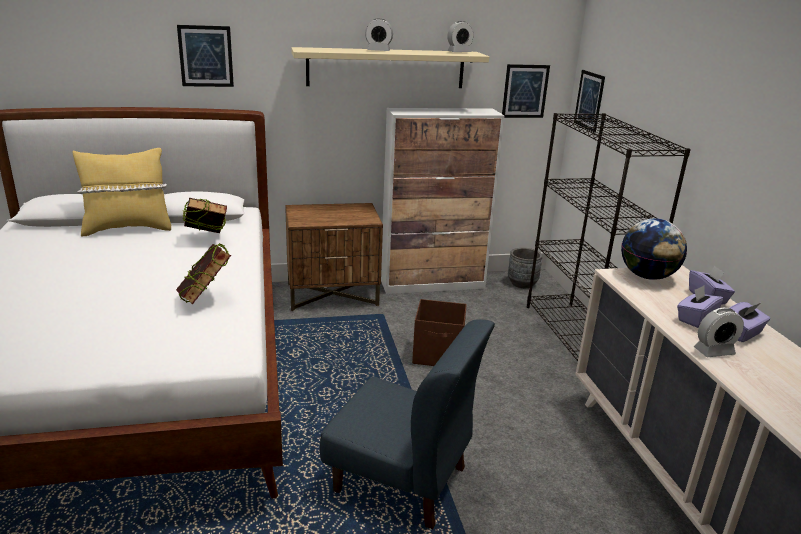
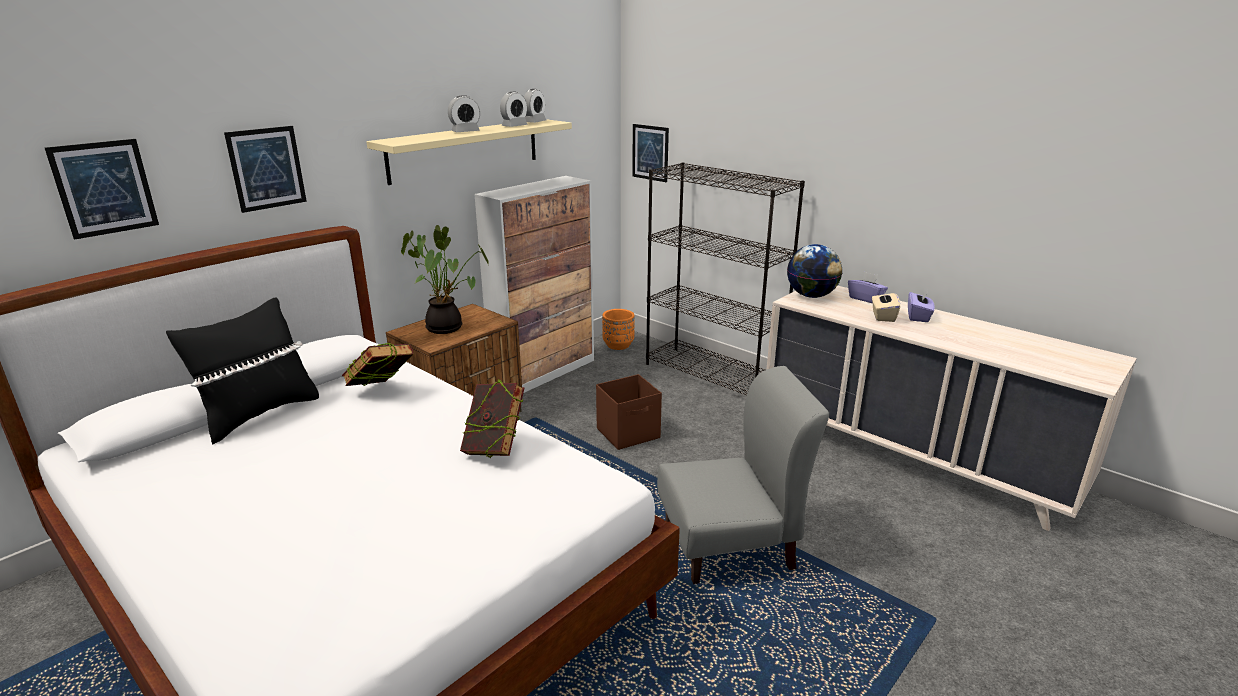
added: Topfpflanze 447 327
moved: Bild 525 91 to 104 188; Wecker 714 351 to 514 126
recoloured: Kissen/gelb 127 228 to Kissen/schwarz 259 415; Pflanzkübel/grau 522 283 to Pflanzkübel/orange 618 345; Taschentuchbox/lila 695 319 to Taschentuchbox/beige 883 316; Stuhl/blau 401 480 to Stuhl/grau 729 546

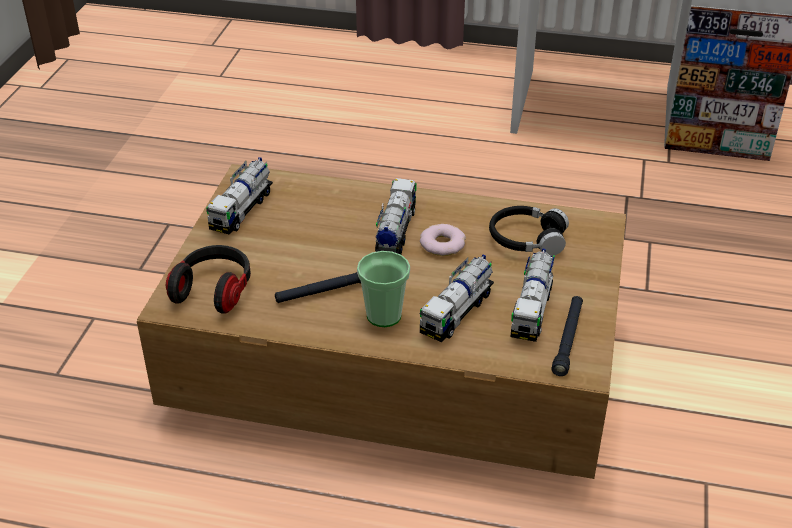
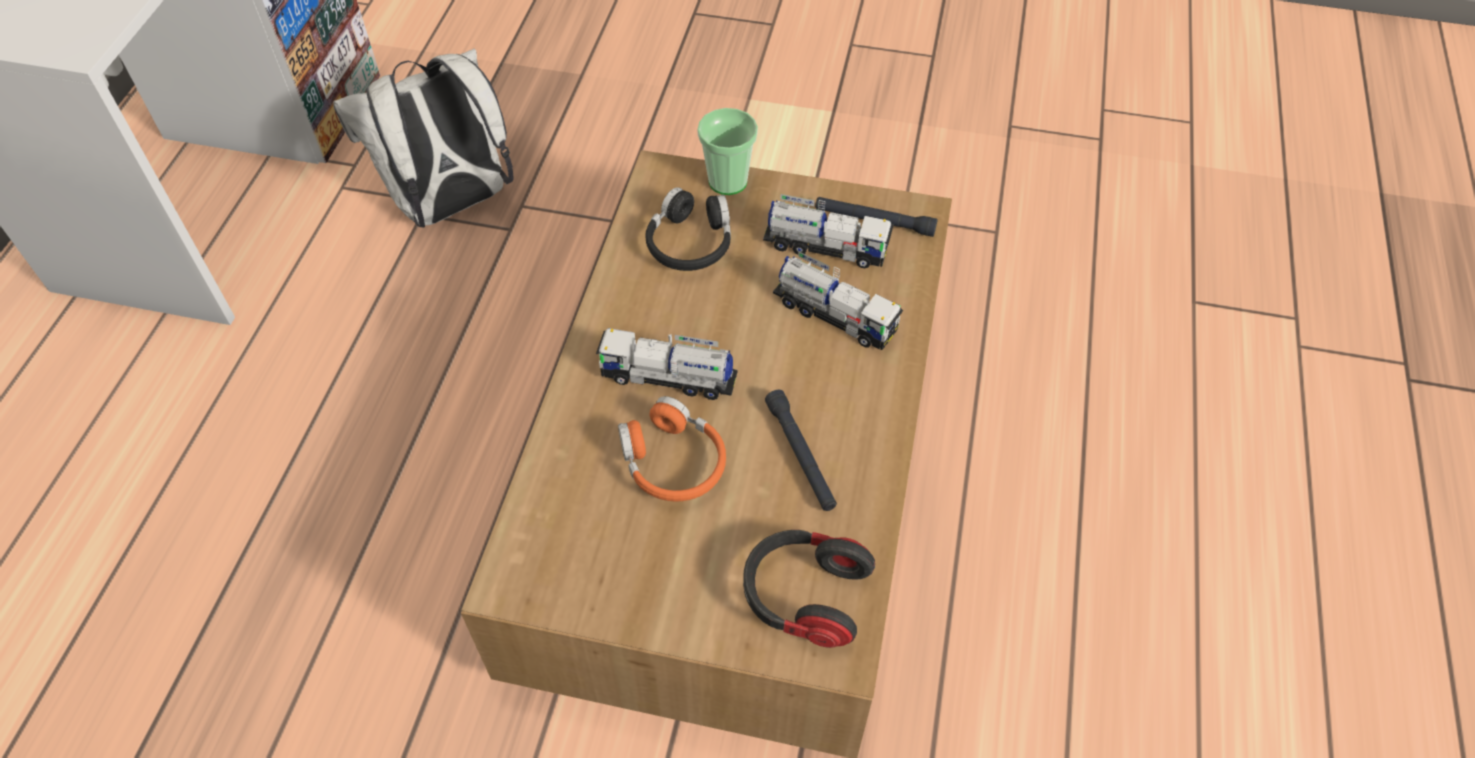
removed: Spielzeuglaster 242 210; Donut 442 244
added: Rucksack/weiß 451 206; Kopfhörer/orange 673 462
moved: Tasse 384 315 to 728 181

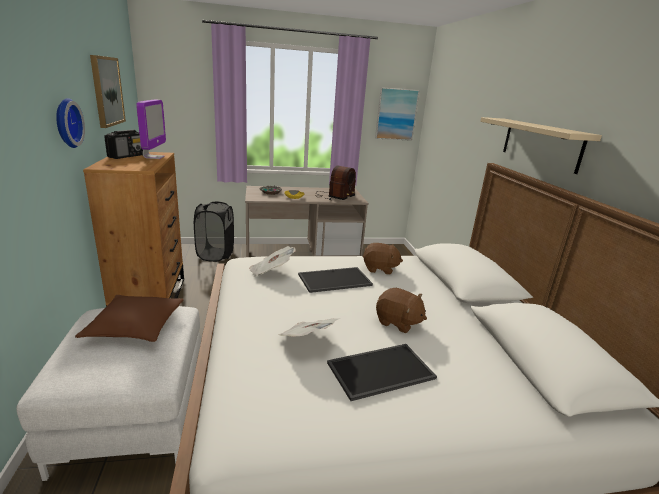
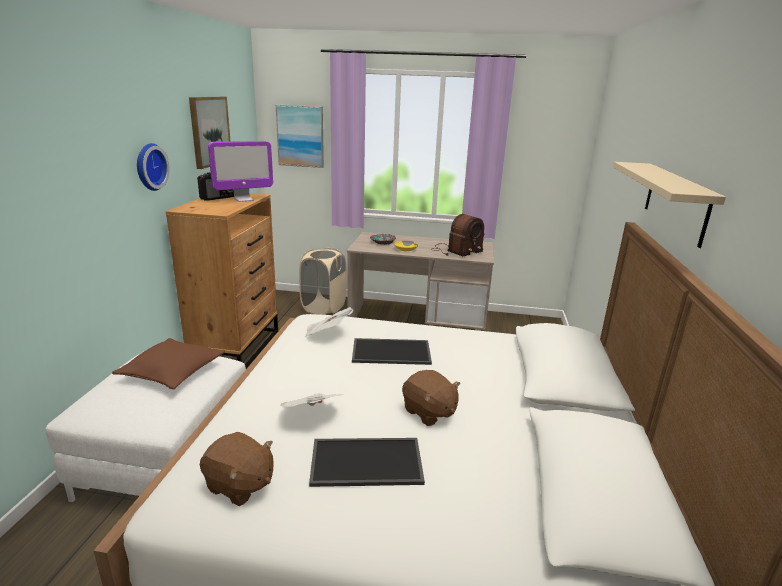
moved: Bild 396 114 to 300 136; Plüschtier/braun 380 269 to 239 485
recoloured: Wäschekorb/schwarz 215 255 to Wäschekorb/beige 323 307
turned: Monitor 154 157 = 244 199 45 degrees clockwise

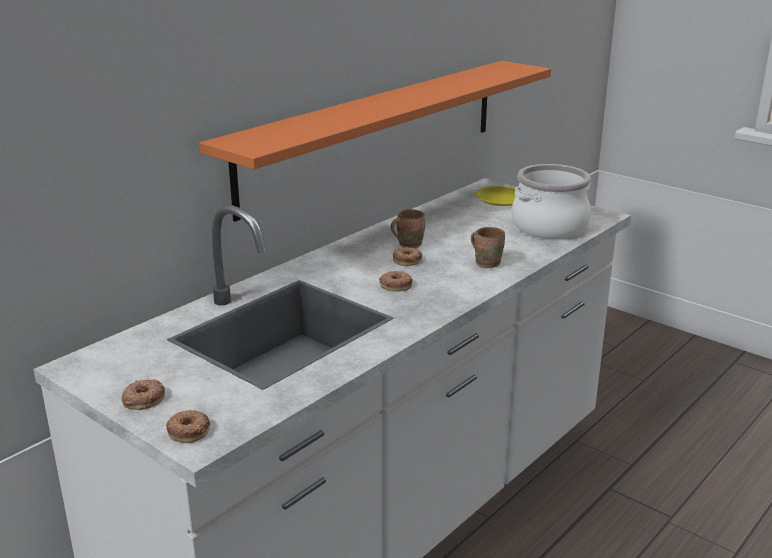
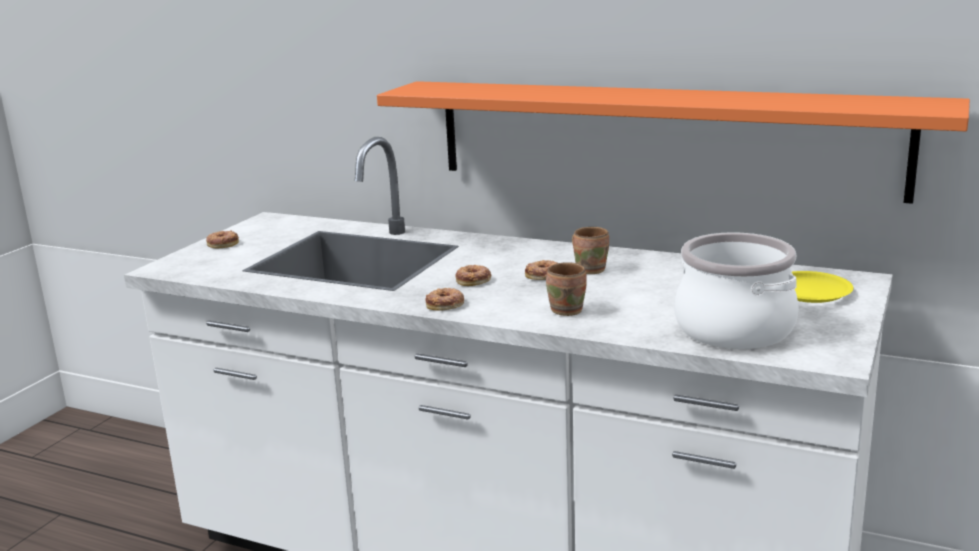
moved: Donut 189 430 to 445 304

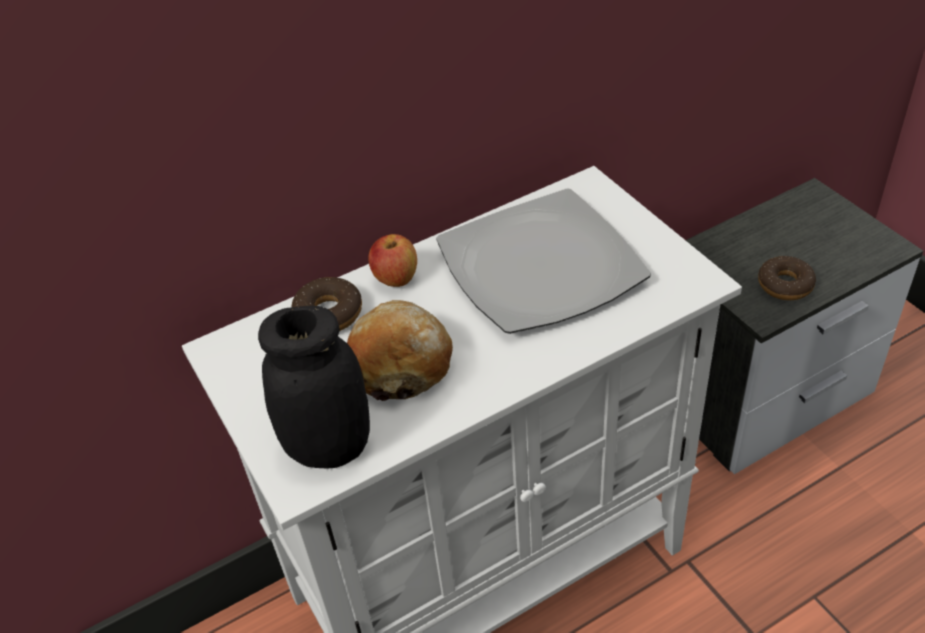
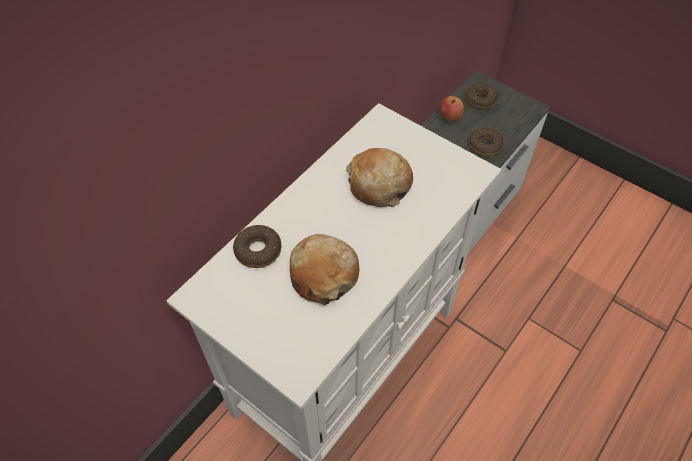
removed: Vorratsglas/schwarz 329 447
added: Donut 480 100
moved: Apfel 395 279 to 449 117
replaced: Teller 539 268 to Brot 379 184

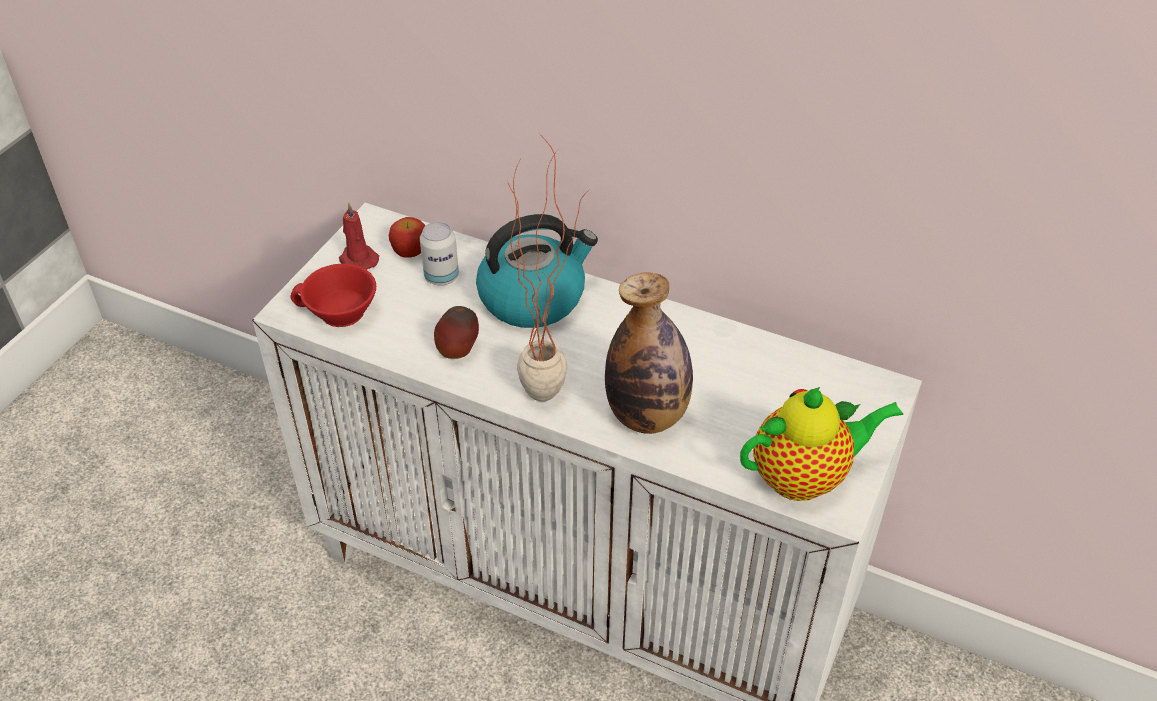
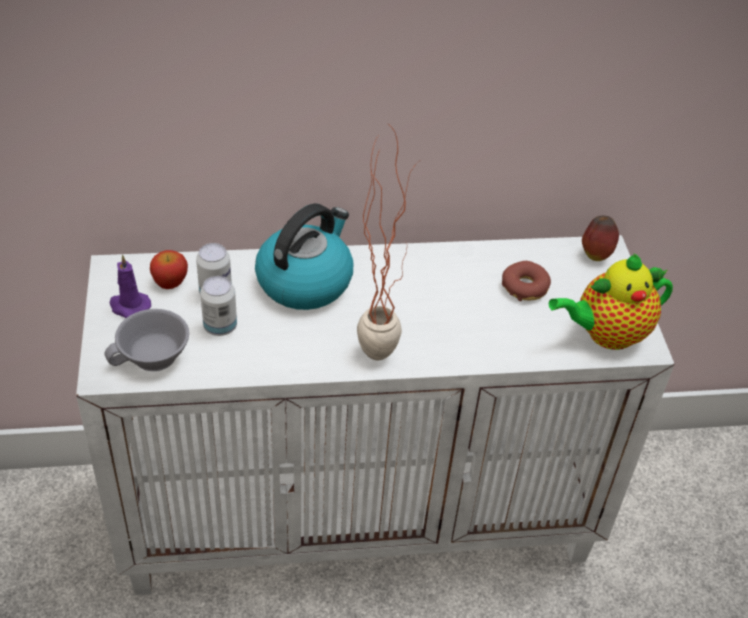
removed: Flasche 647 415
added: Donut 525 287; Dose 220 327
moved: Apfel 458 351 to 596 254
recoloured: Kerze/rot 357 259 to Kerze/lila 129 306; Tasse/rot 339 314 to Tasse/grau 153 358
turned: Teekanne 805 477 = 606 334 150 degrees counterclockwise

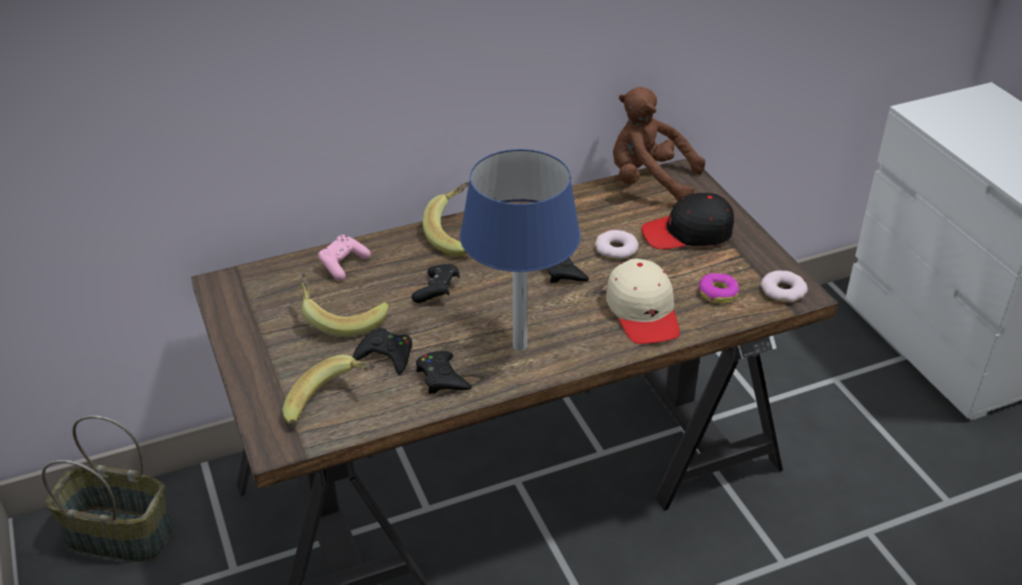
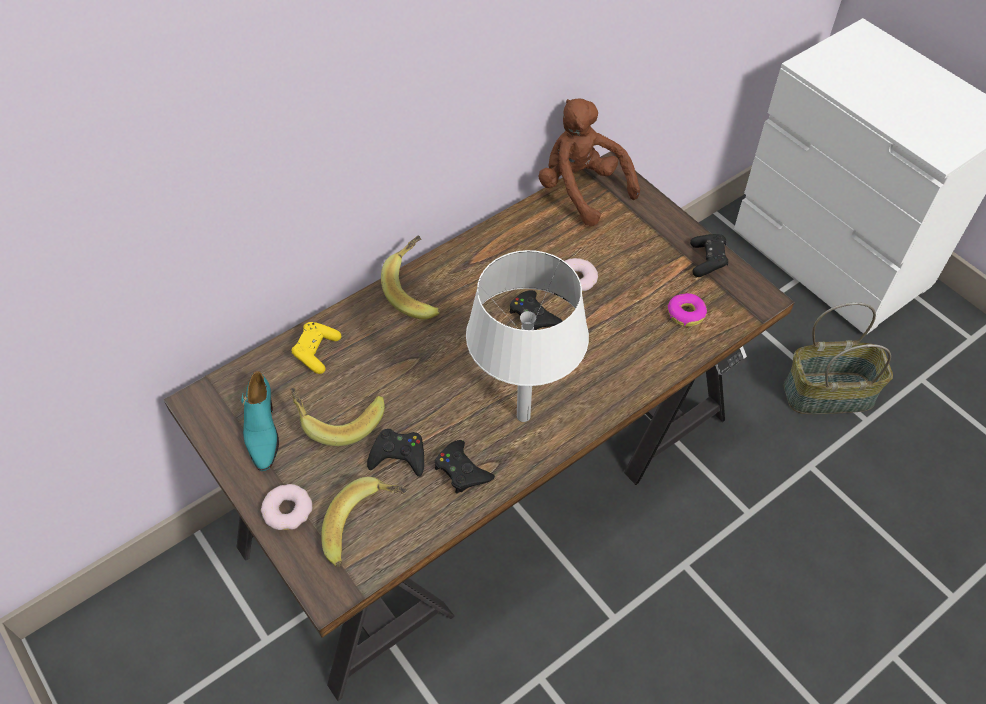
removed: Kappe/schwarz 688 233; Kappe/beige 643 312
added: Schuh/türkis 262 430
moved: Gamepad/schwarz 437 291 to 707 261; Donut 783 291 to 288 510; Korb 121 534 to 828 393
recoloured: Tischlampe/blau 520 346 to Tischlampe/weiß 523 415; Gamepad/rosa 343 265 to Gamepad/gelb 316 352
turned: Plüschtier/braun 649 182 = 581 190 45 degrees clockwise

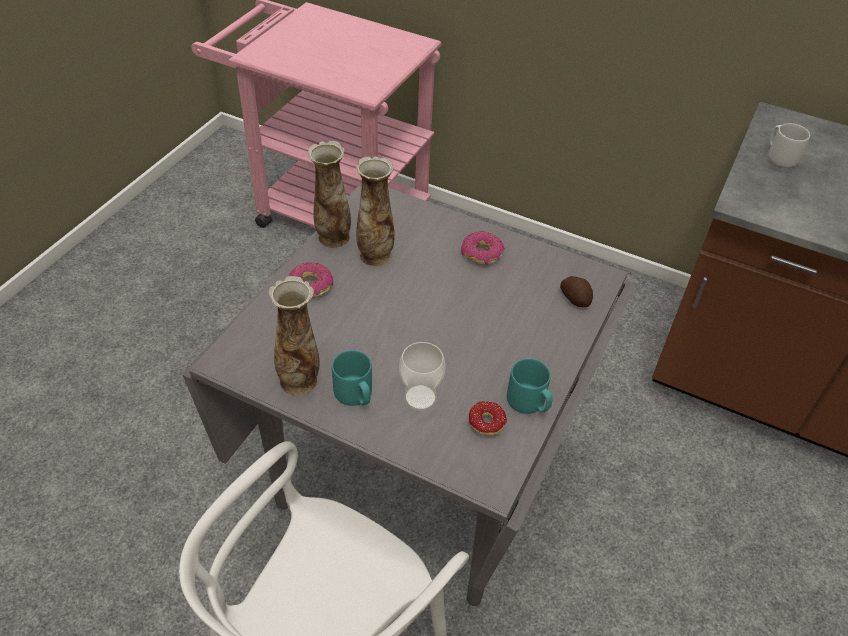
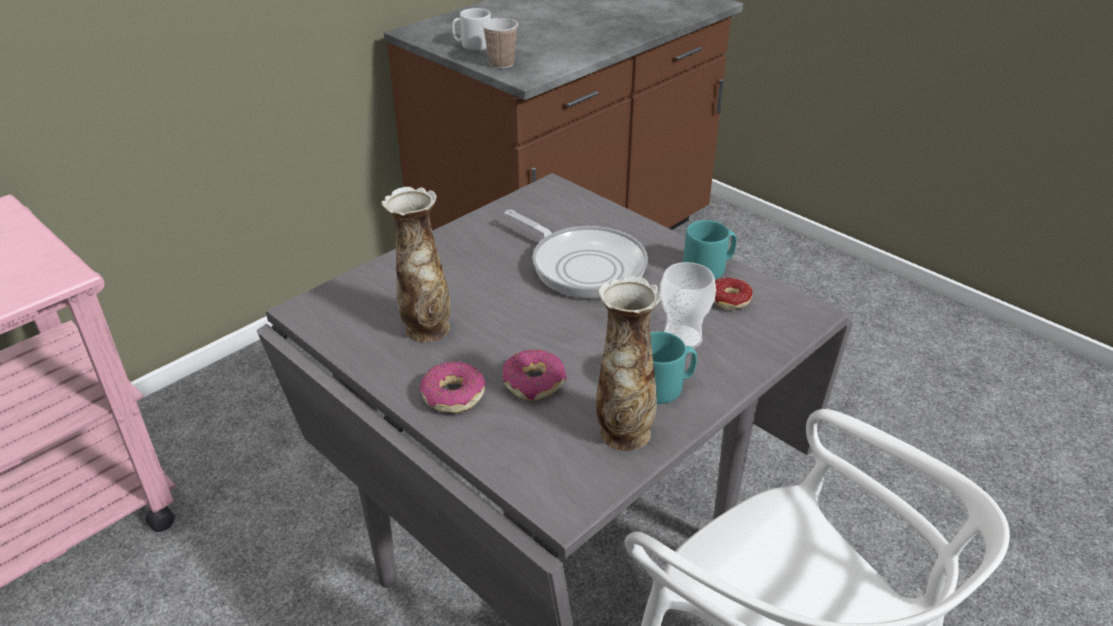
removed: Vase 332 238; Kartoffel 575 298
added: Tasse 501 64; Pfanne 583 265
moved: Donut 482 254 to 534 383

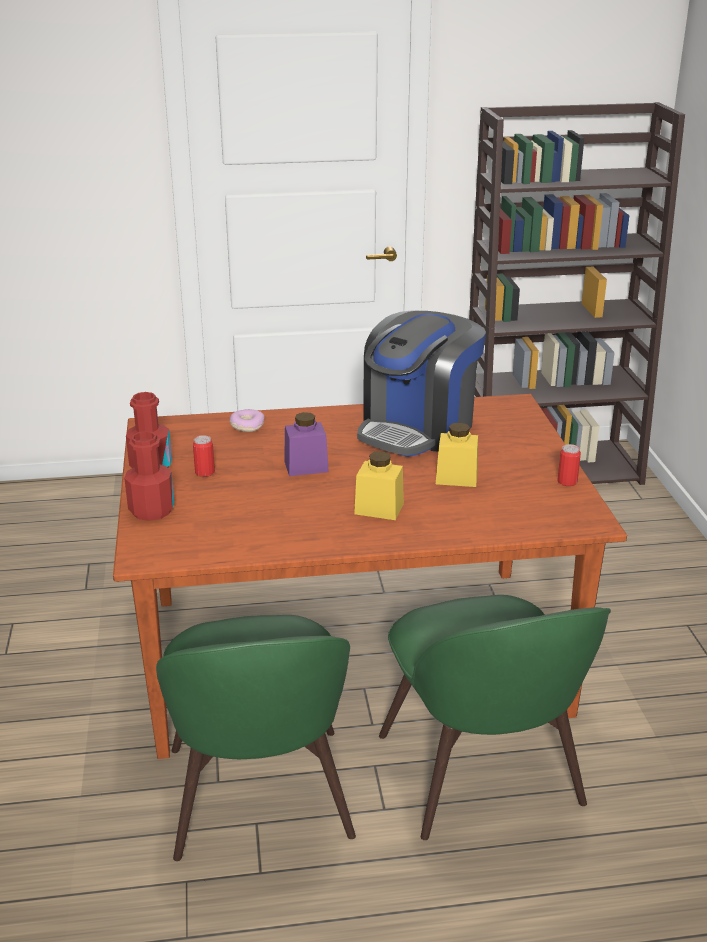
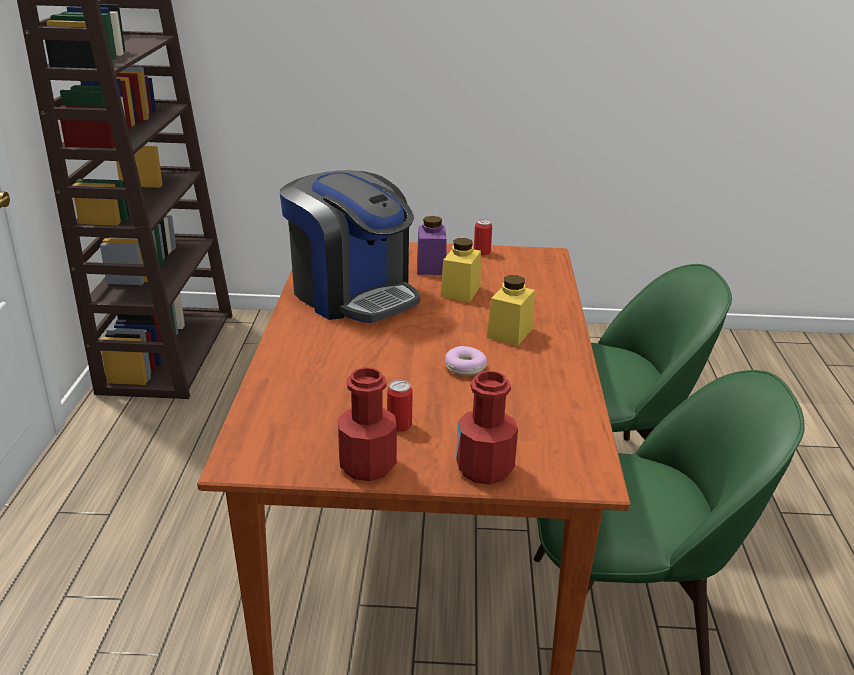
moved: Donut 247 426 to 465 368; Vorratsglas/lila 306 466 to 431 267

